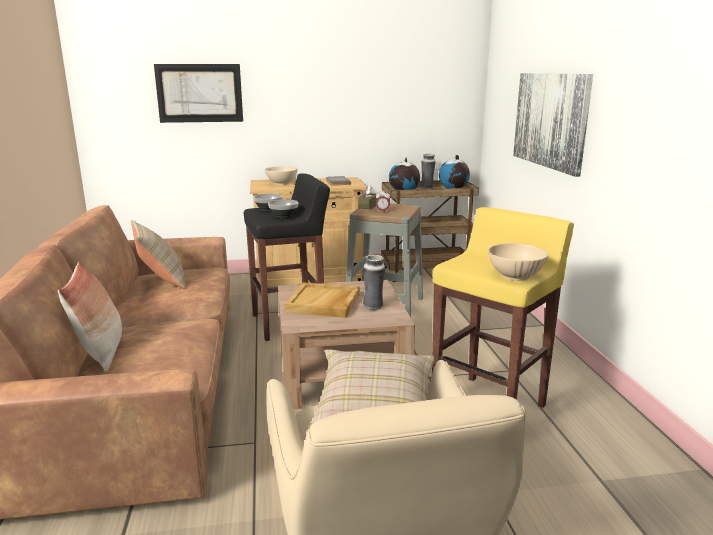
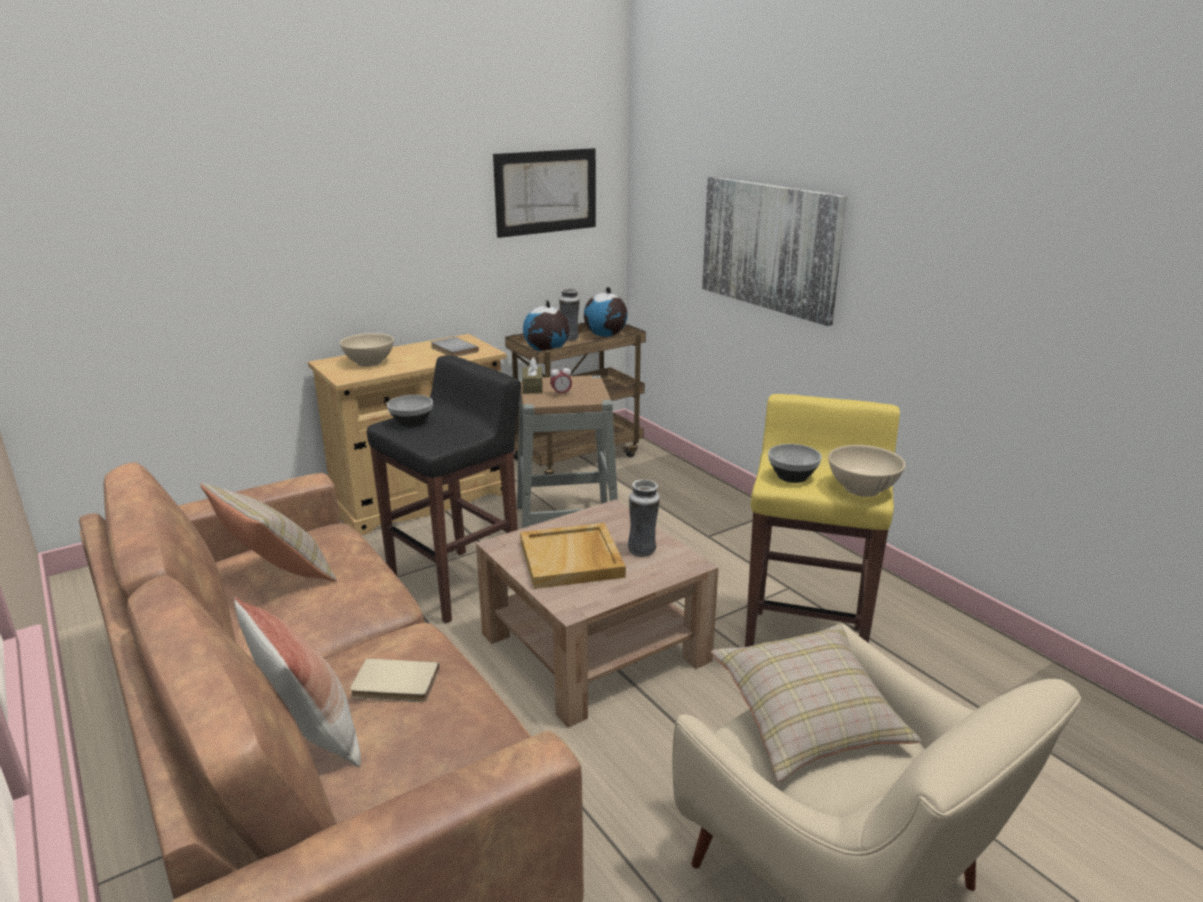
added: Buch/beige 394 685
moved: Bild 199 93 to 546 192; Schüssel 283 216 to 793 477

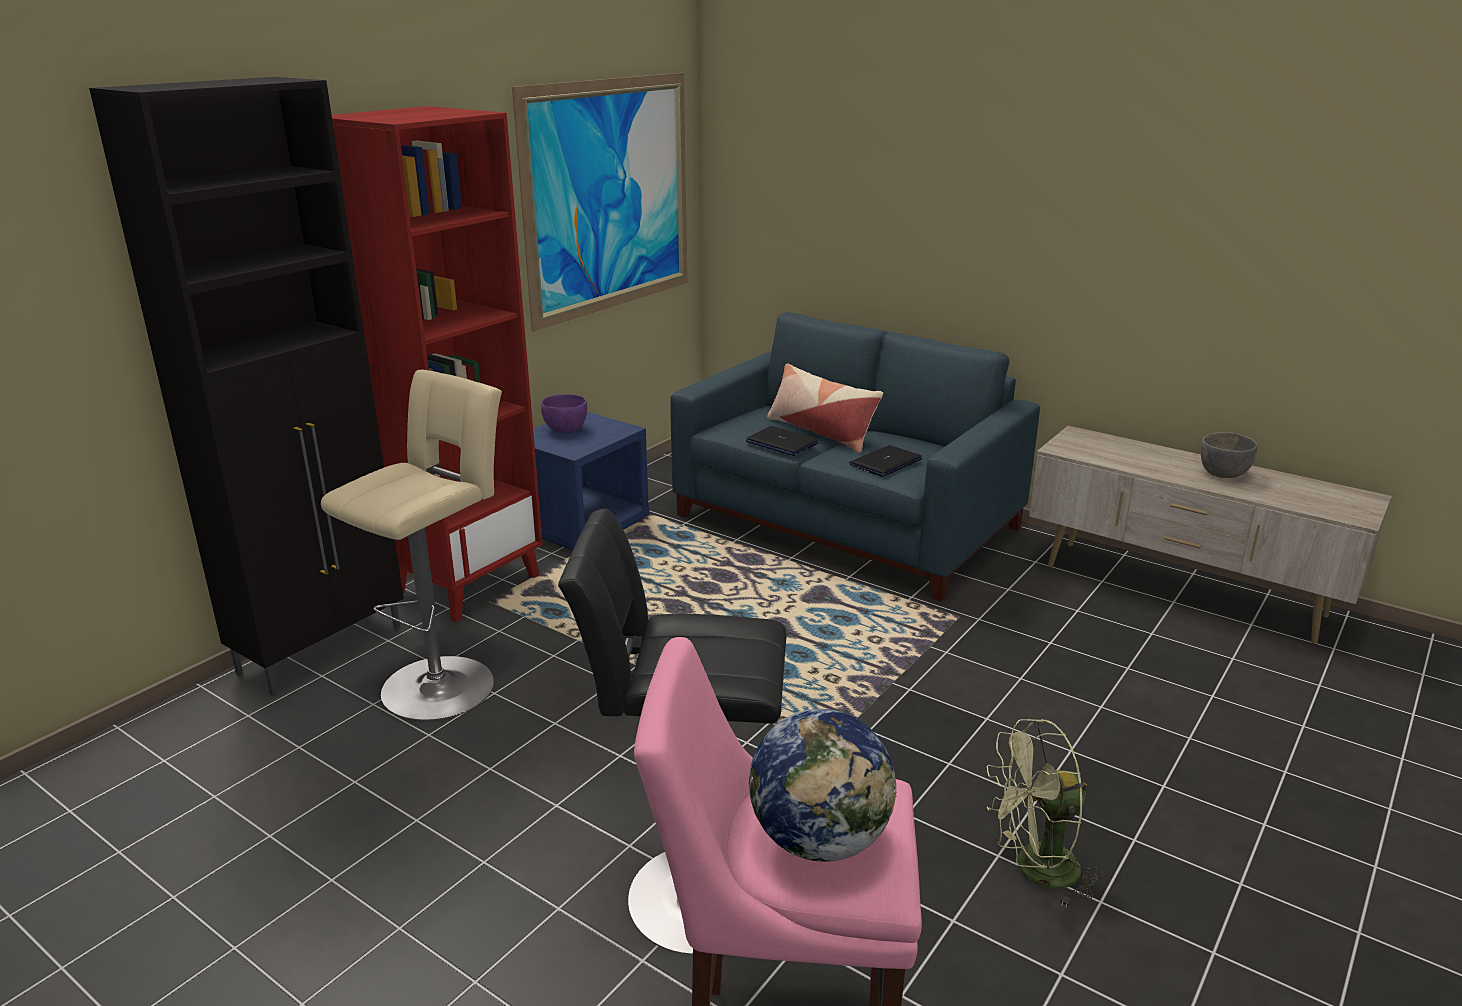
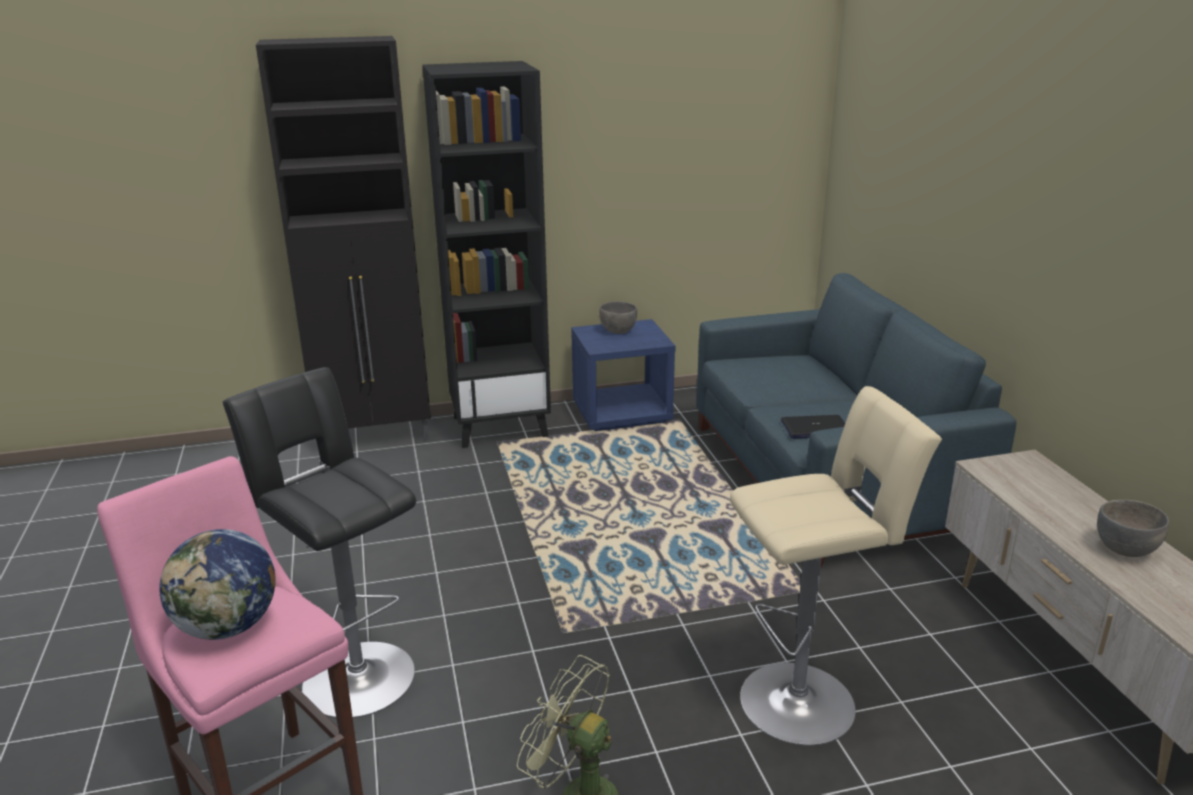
removed: Bild 609 197; Kissen 821 431; Laptop 781 443
moved: Hocker/beige 444 683 to 805 700
recoloured: Bücherregal/rot 467 584 to Bücherregal/schwarz 500 426; Schüssel/lila 565 430 to Schüssel/grau 617 331

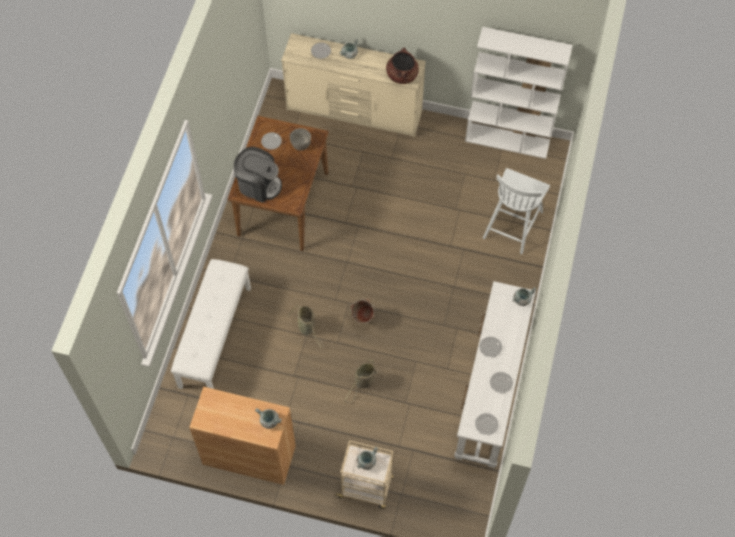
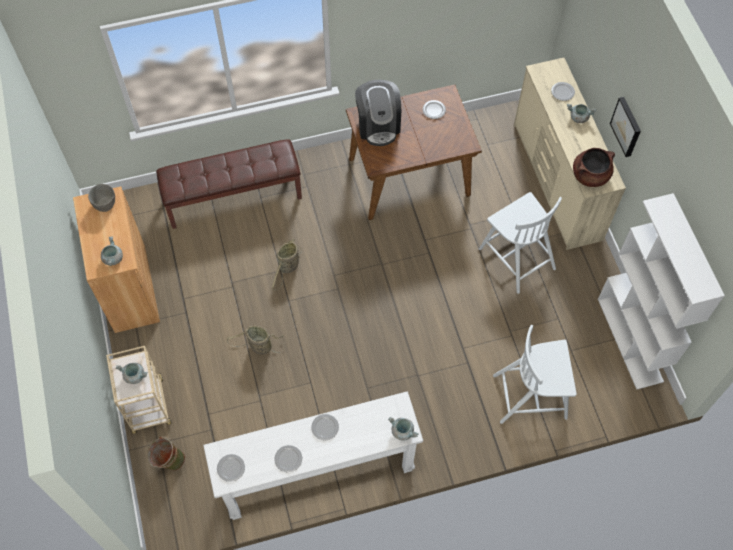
added: Bild 627 126; Stuhl/weiß 516 257
moved: Schüssel/grau 300 144 to 105 204; Eimer/grün 363 320 to 168 461
recoloured: Bank/weiß 214 336 to Bank/braun 233 197

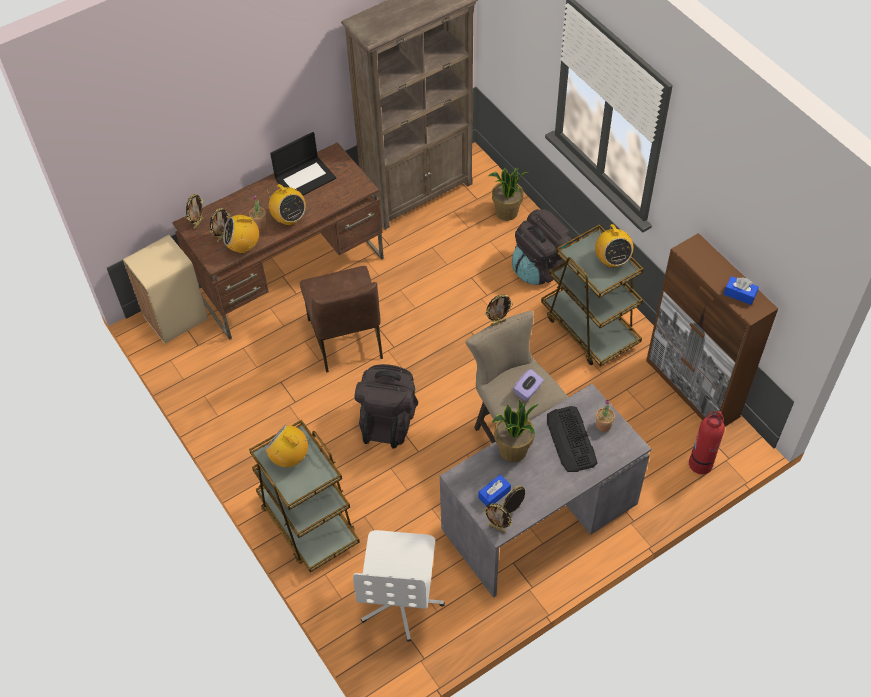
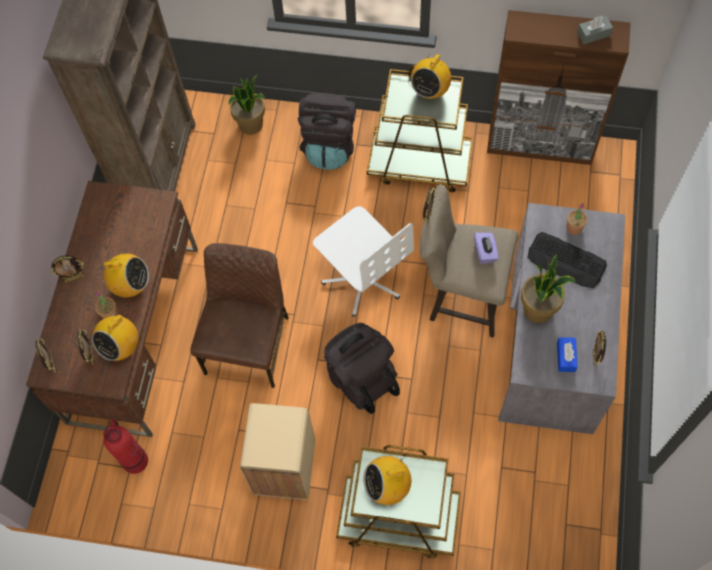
removed: Laptop 305 178
moved: Mülleimer/beige 175 318 to 284 468; Feuerlöscher 701 463 to 135 460; Bilderrahmen 497 528 to 74 278; Bürostuhl/weiß 401 600 to 363 279
recoloured: Taschentuchbox/blau 740 294 to Taschentuchbox/grau 593 34
turned: Radio 611 260 = 430 91 90 degrees clockwise; Stuhl/braun 346 339 = 249 344 105 degrees counterclockwise

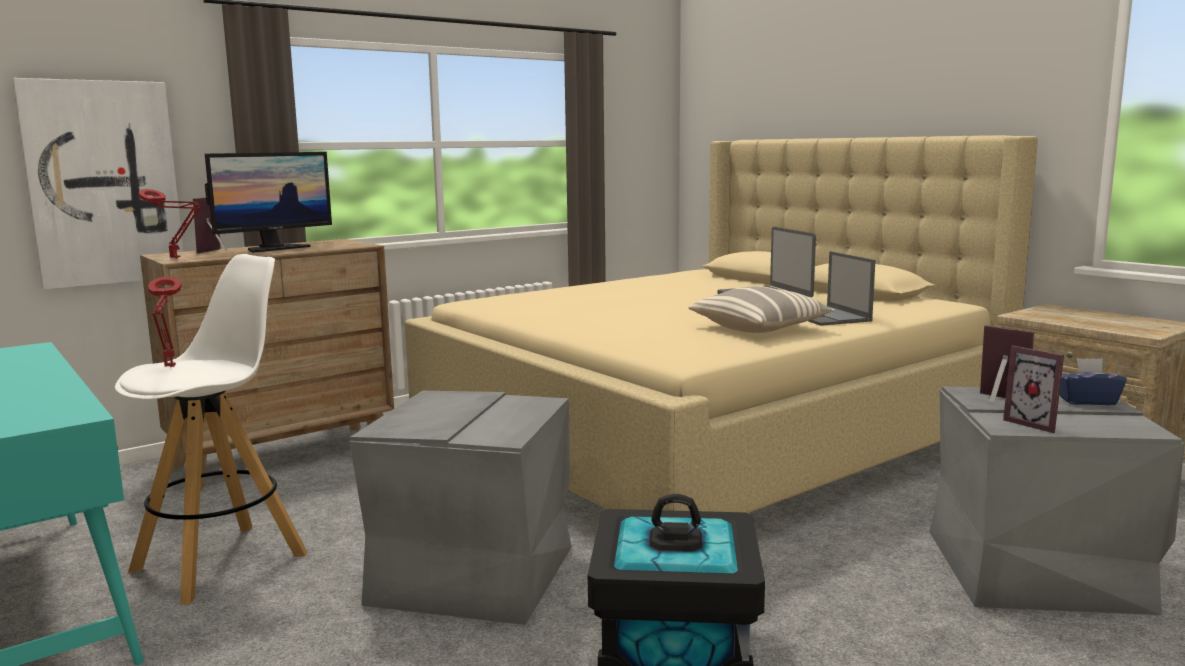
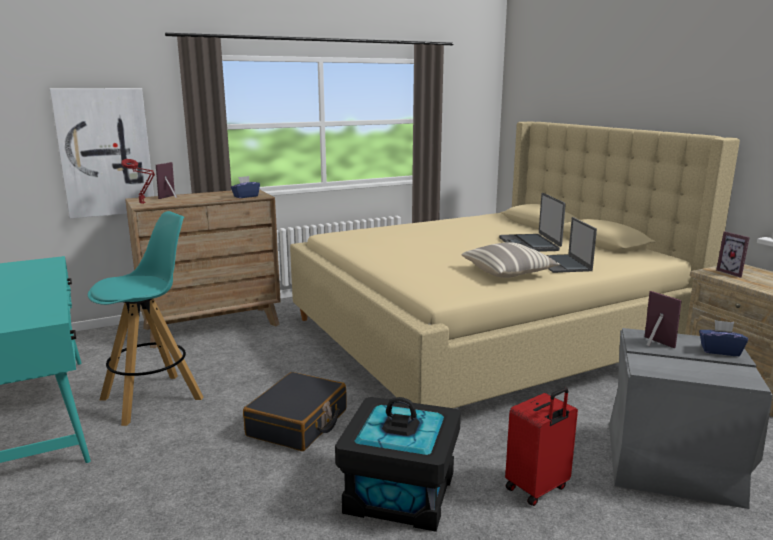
removed: Monitor 274 248; Tischlampe/rot 170 367
added: Taschentuchbox/blau 245 196; Koffer/rot 538 488
moved: Bilderrahmen 1035 423 to 733 272
replaced: Aufbewahrungsbox/grau 476 573 to Koffer/schwarz 298 423
recoloured: Hocker/weiß 222 561 to Hocker/türkis 153 398

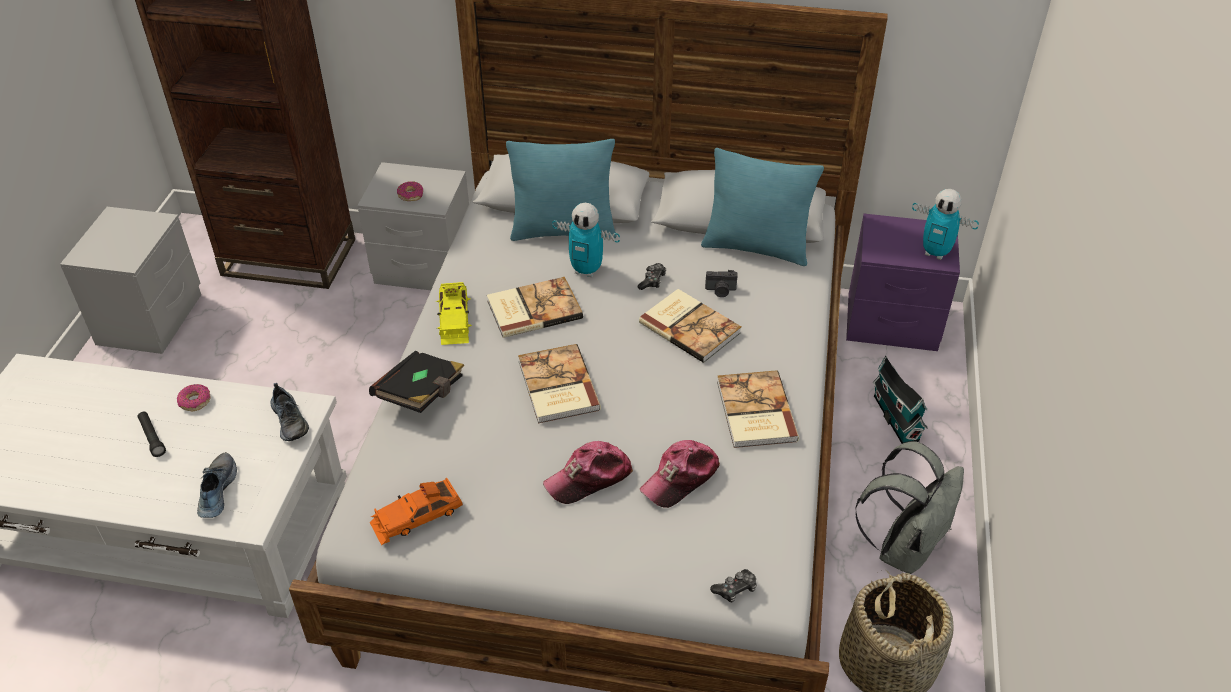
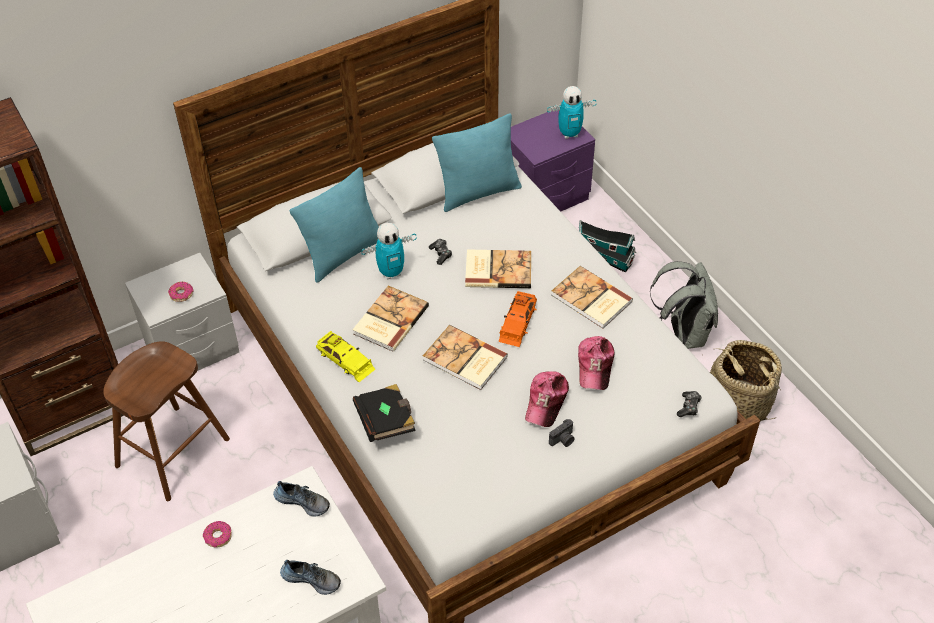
removed: Taschenlampe/schwarz 152 437
added: Hocker/braun 172 453
moved: Kamera 720 291 to 563 440; Spielzeugauto/orange 416 516 to 517 322
turned: Schuh 216 491 = 312 578 150 degrees clockwise

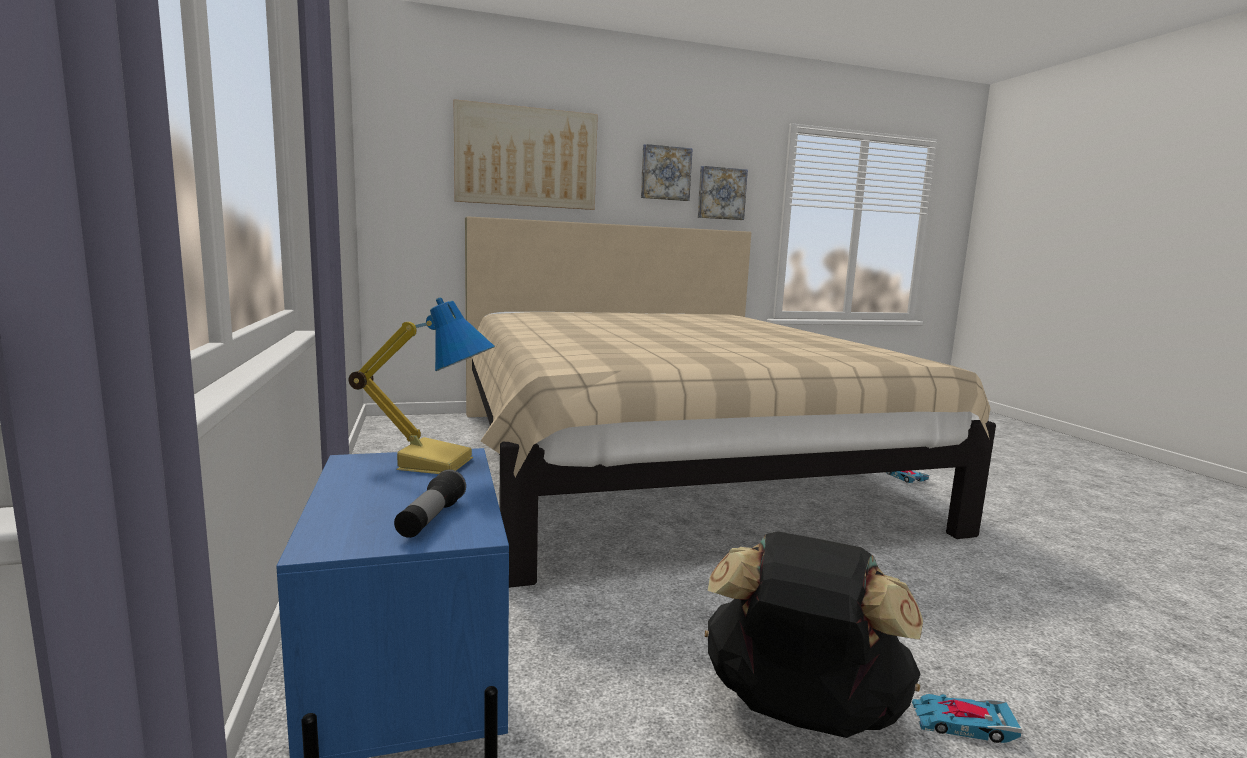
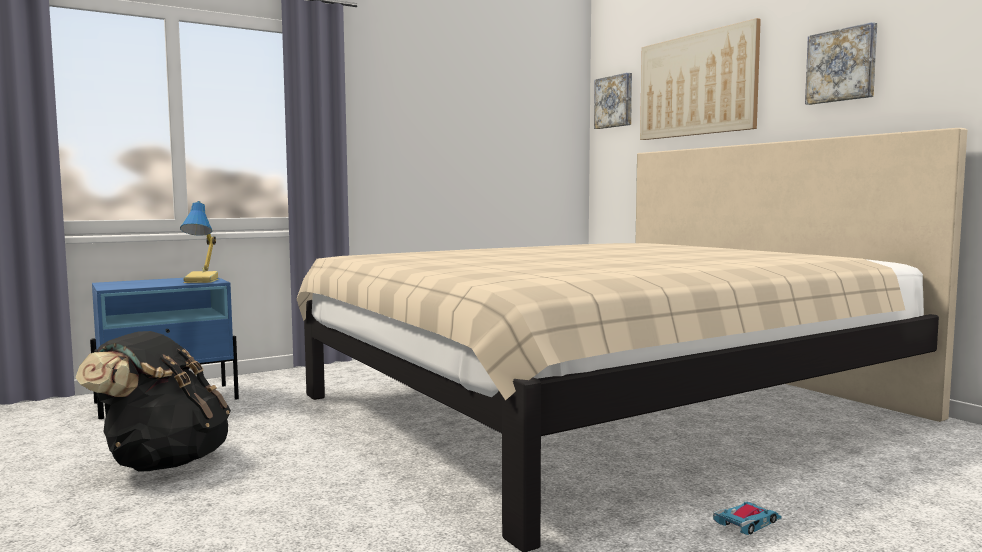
removed: Taschenlampe 431 519; Spielzeugauto 962 724
moved: Bild 721 193 to 614 102

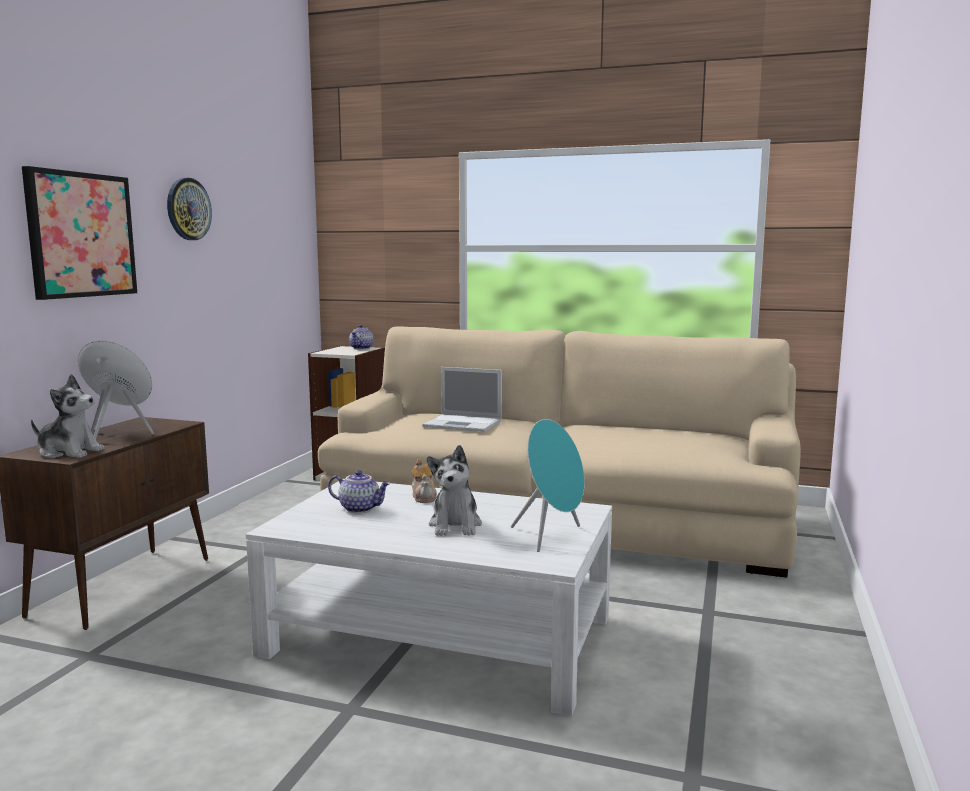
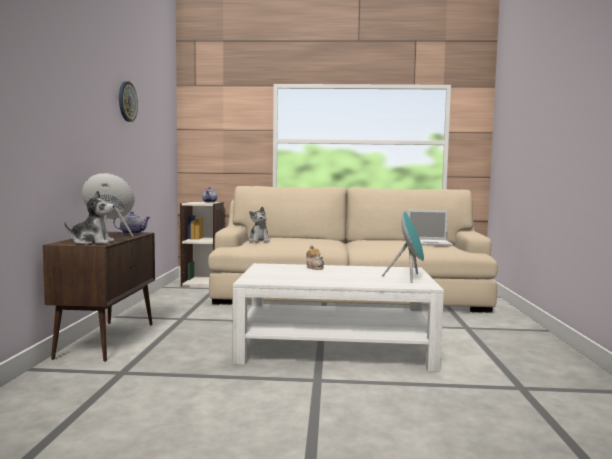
removed: Bild 81 235
moved: Laptop 464 424 to 430 243; Plüschtier 455 525 to 259 241; Teekanne 360 508 to 132 233

